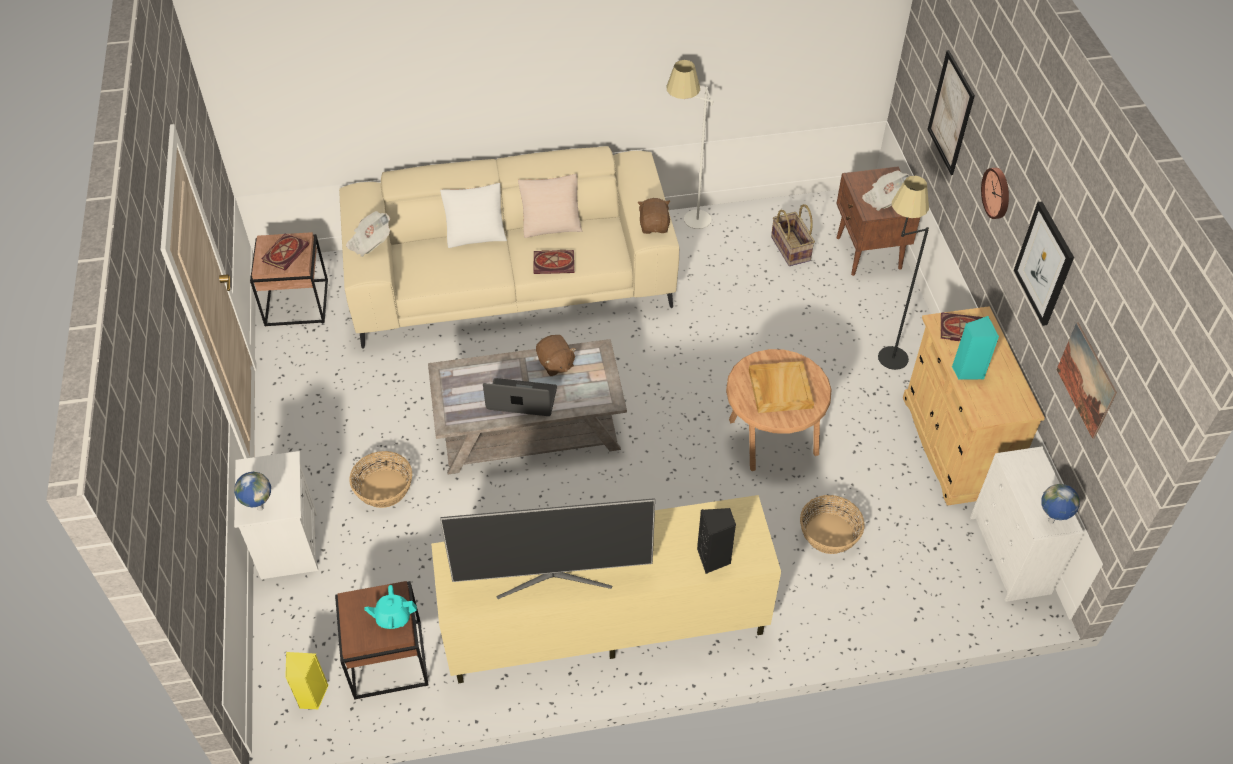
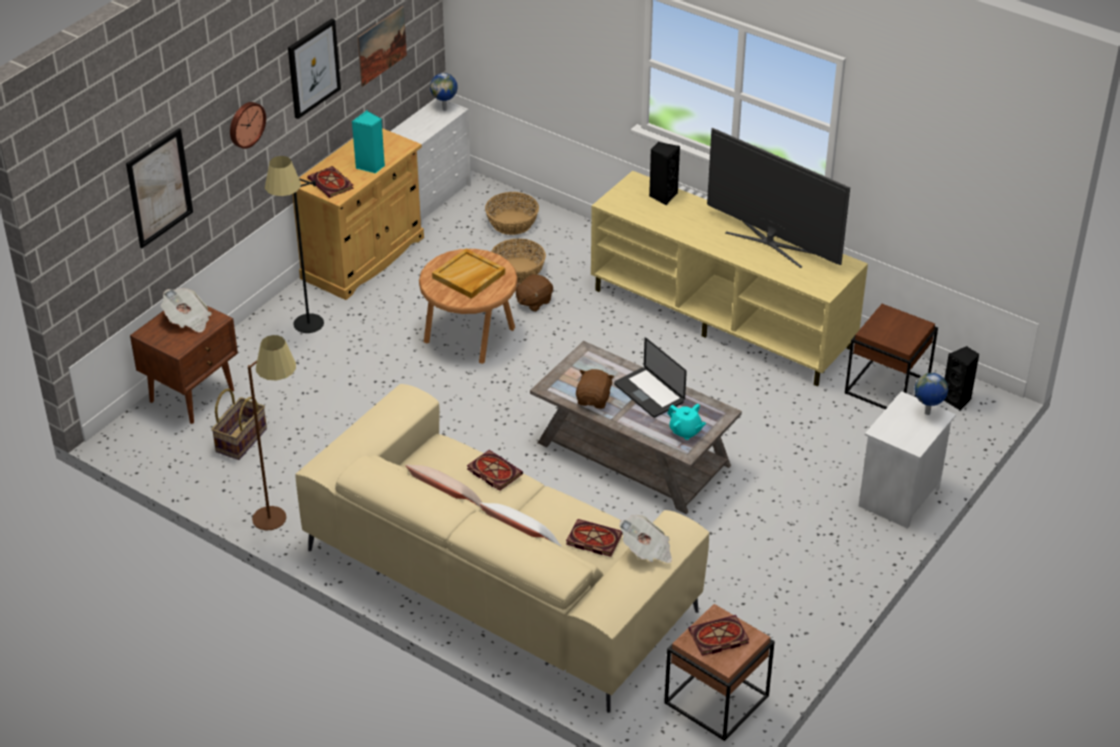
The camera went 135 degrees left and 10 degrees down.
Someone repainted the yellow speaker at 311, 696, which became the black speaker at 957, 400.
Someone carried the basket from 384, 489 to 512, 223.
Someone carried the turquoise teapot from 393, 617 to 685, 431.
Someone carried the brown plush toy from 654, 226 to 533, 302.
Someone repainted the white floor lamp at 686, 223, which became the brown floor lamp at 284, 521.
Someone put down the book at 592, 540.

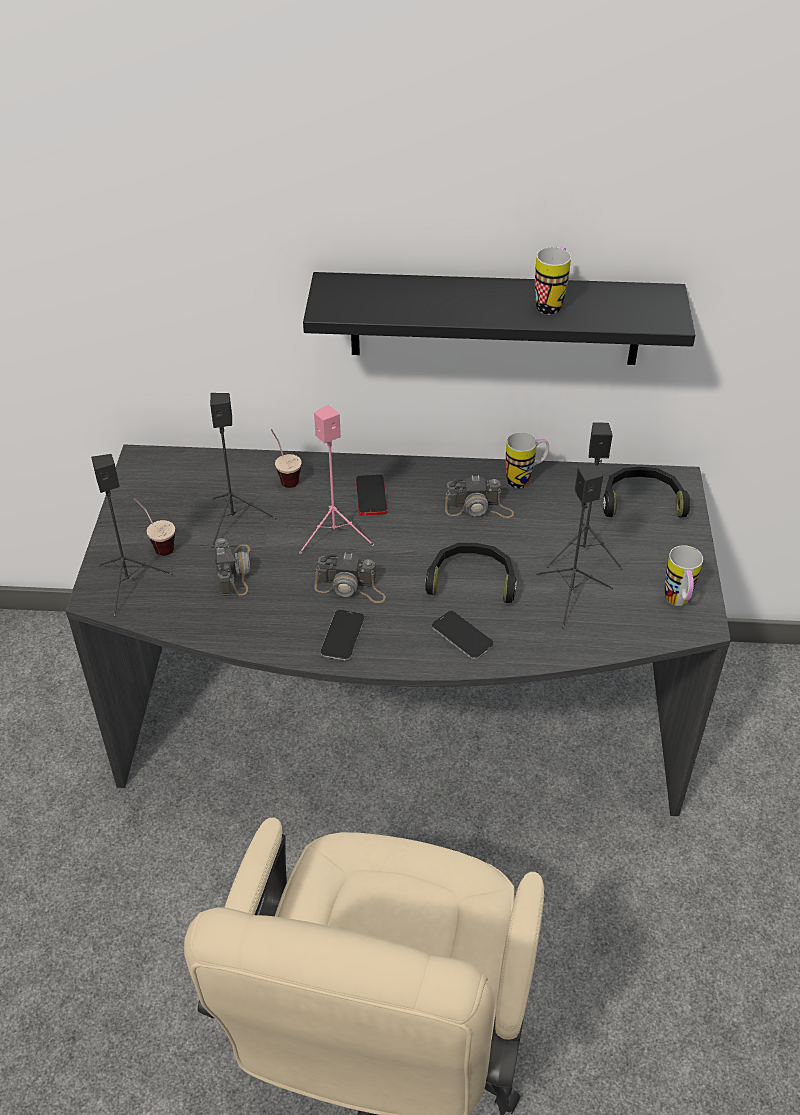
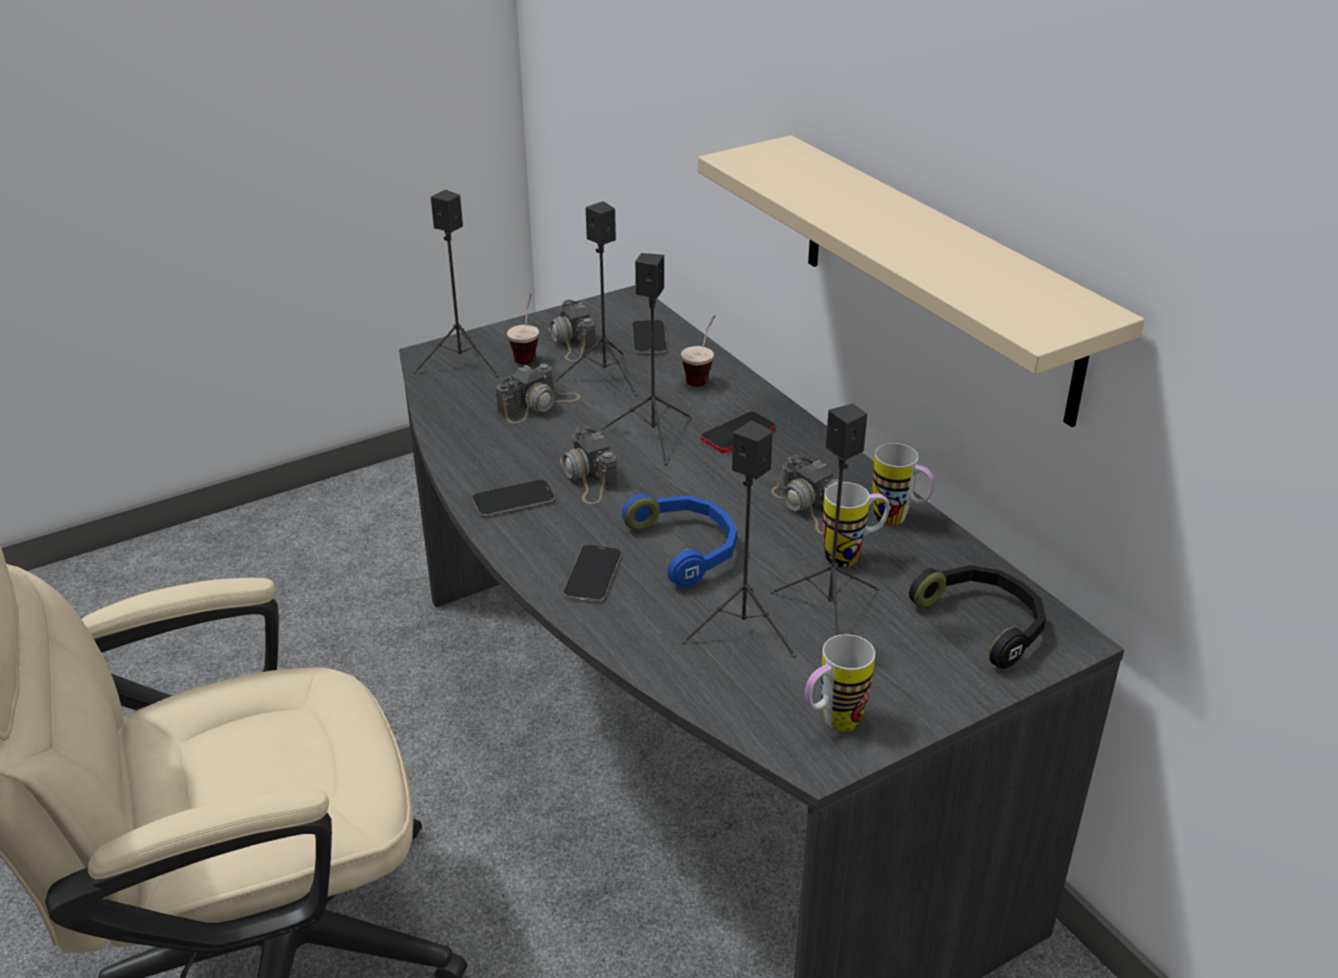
The camera went 55 degrees right and 10 degrees down.
Someone repainted the pink speaker at 333, 534, which became the black speaker at 653, 435.
Someone repainted the black shelf at 495, 318, which became the beige shelf at 937, 276.
Someone repainted the black headphones at 472, 580, which became the blue headphones at 687, 548.
Someone carried the mug from 551, 303 to 852, 556.
Someone put down the photo camera at 571, 341.
Someone put down the phone at 649, 338.

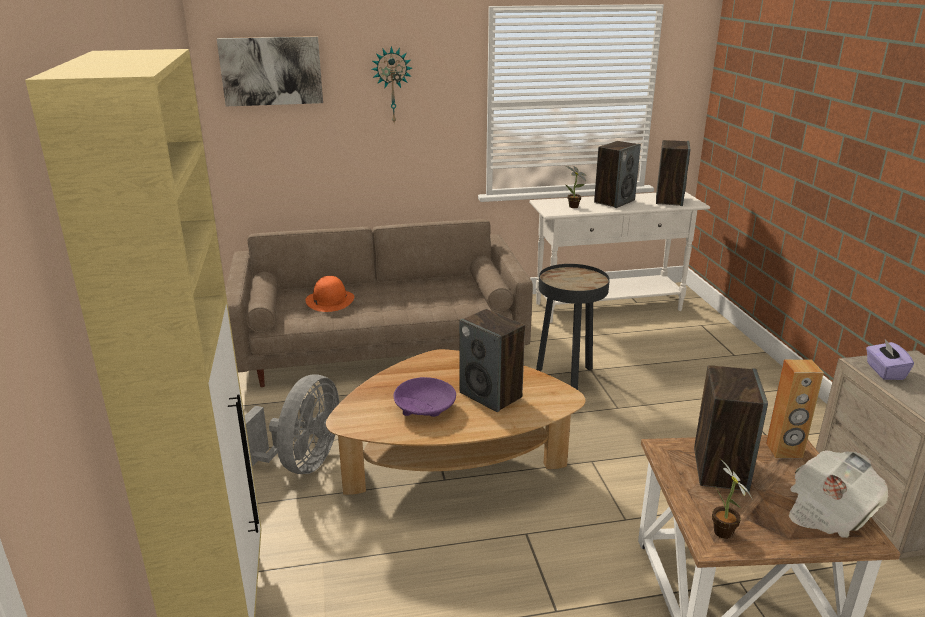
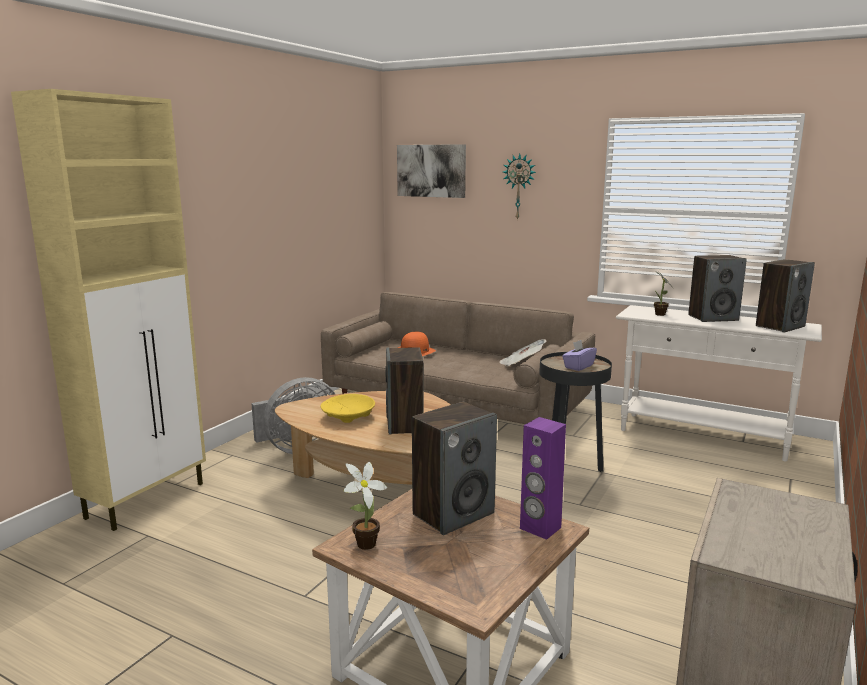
The camera went 40 degrees right and 10 degrees down.
Someone repainted the purple bowl at 425, 408, which became the yellow bowl at 349, 417.
Someone repainted the brown speaker at 784, 450, which became the purple speaker at 540, 528.
Someone carried the newspaper from 828, 511 to 521, 364.
Someone carried the purple tissue box from 884, 371 to 578, 366.

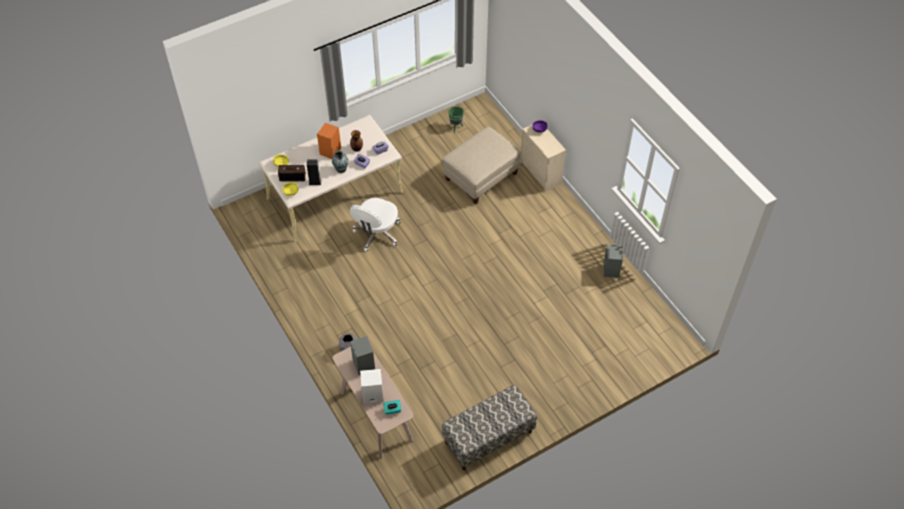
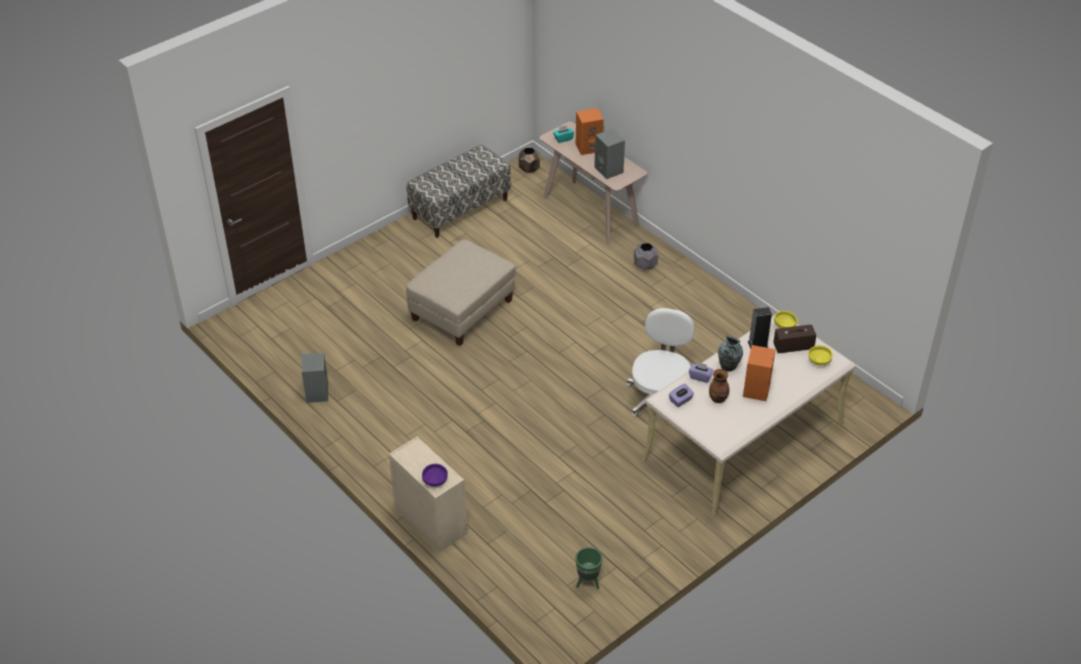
The camera went 170 degrees right and 10 degrees down.
Someone repainted the white speaker at 372, 395, which became the orange speaker at 589, 147.
Someone carried the beige ottoman from 481, 177 to 462, 311.
Someone put down the brown planter at 529, 169.

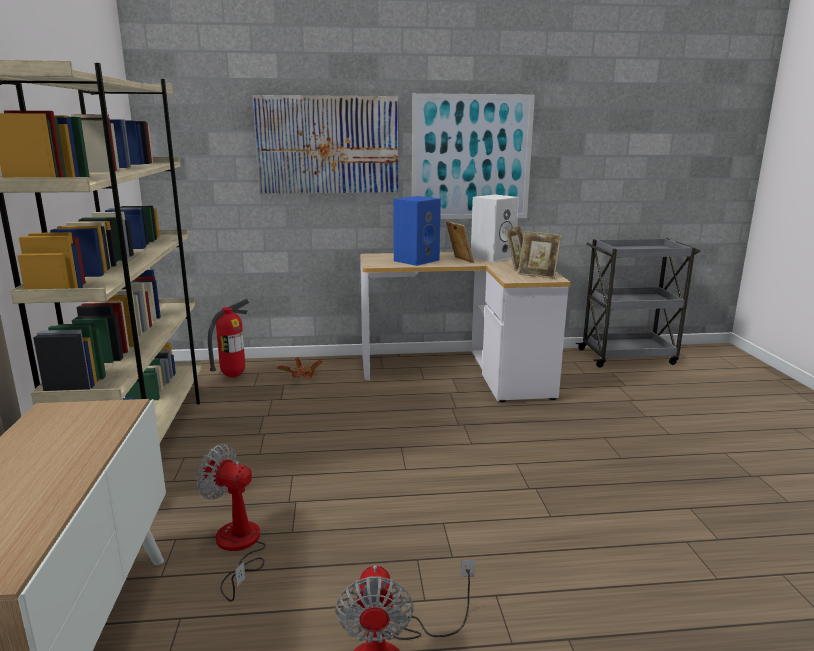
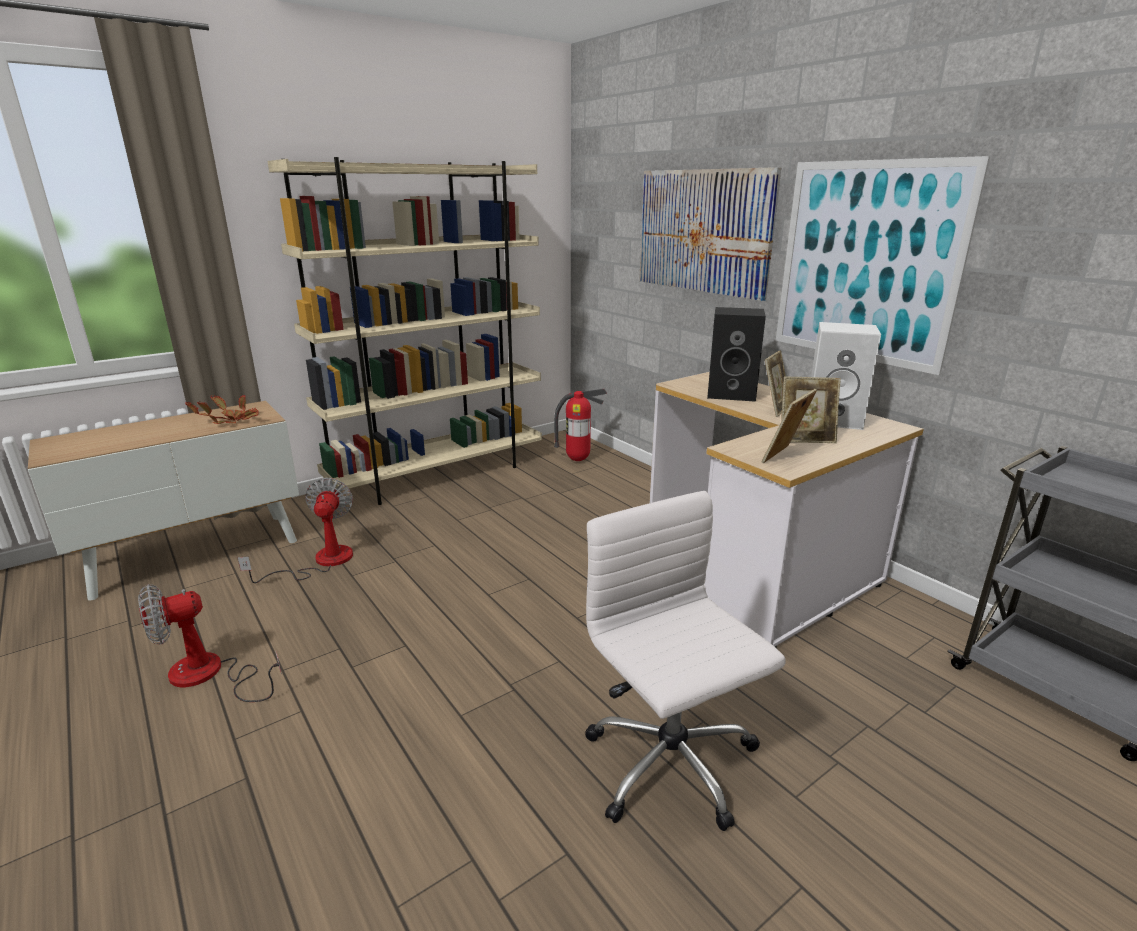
The camera went 60 degrees right and 5 degrees up.
Someone carried the potted plant from 303, 376 to 231, 421.
Someone repainted the blue speaker at 416, 260, which became the black speaker at 732, 393.
Someone rotated the picture frame at 537, 275 by 45 degrees clockwise.
Someone put down the white office chair at 672, 765.

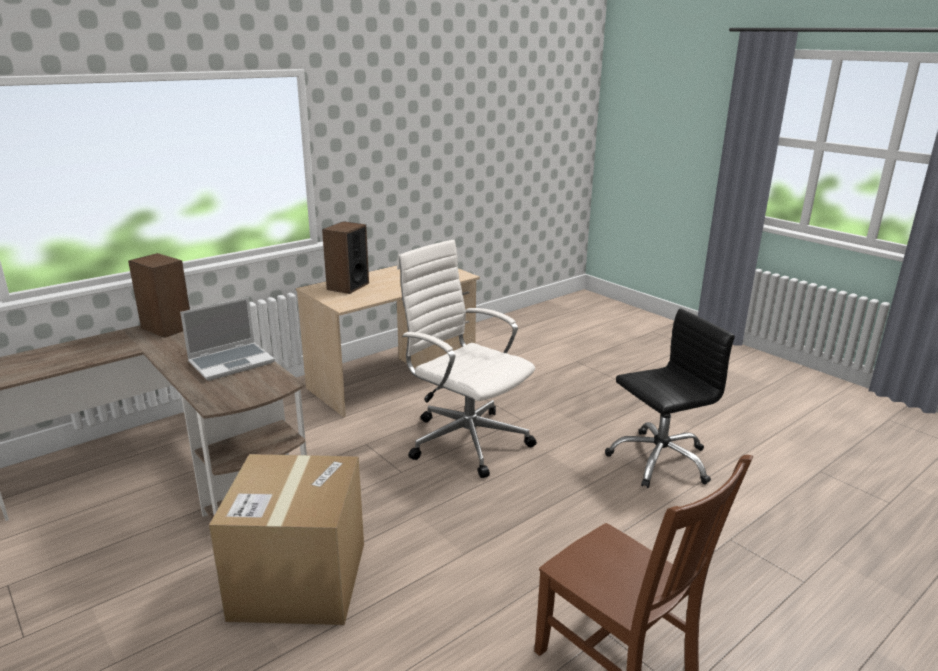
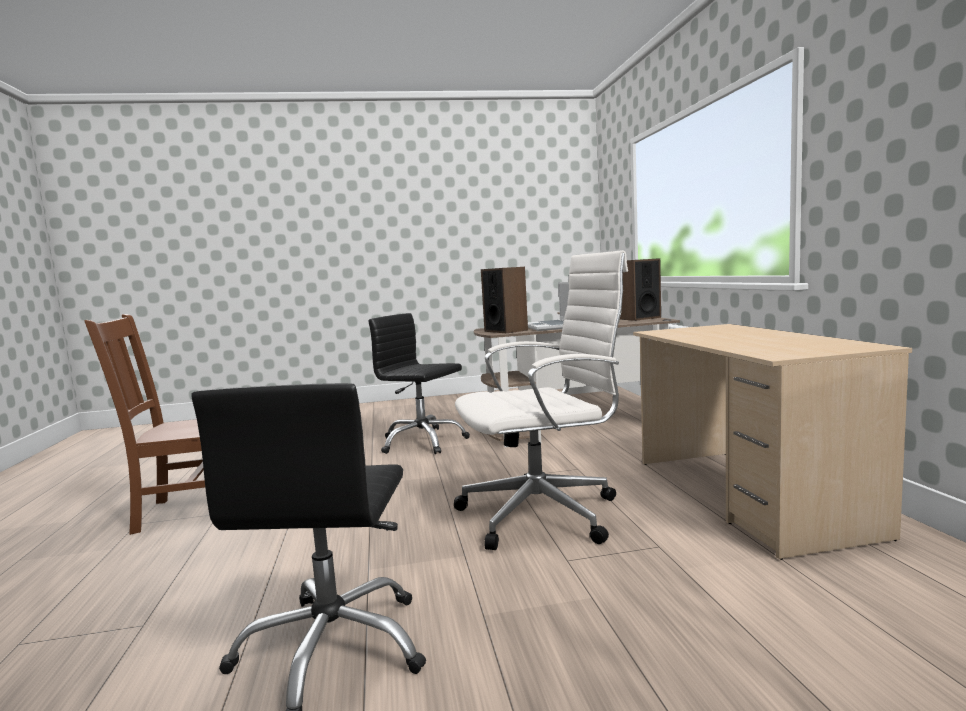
The camera went 120 degrees right and 15 degrees down.
Someone swapped the cardboard box at 299, 580 for the black office chair at 422, 442.
Someone carried the speaker from 347, 286 to 506, 330.

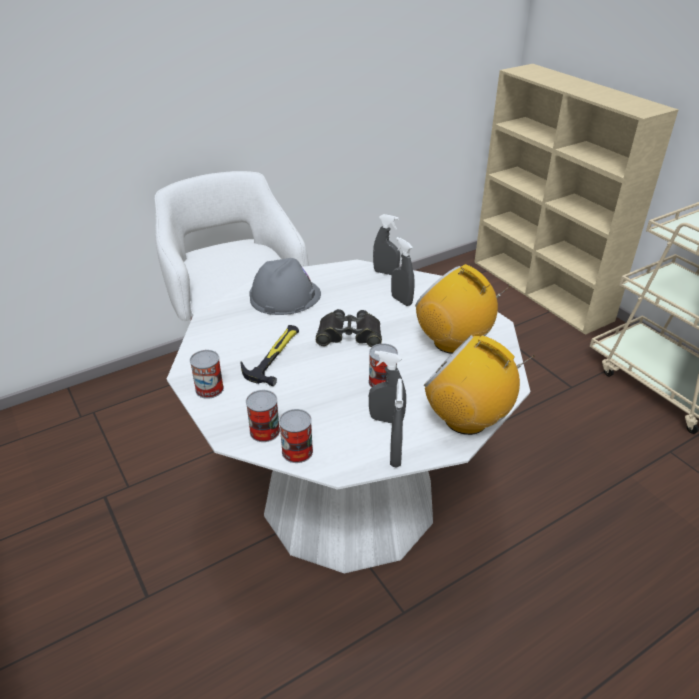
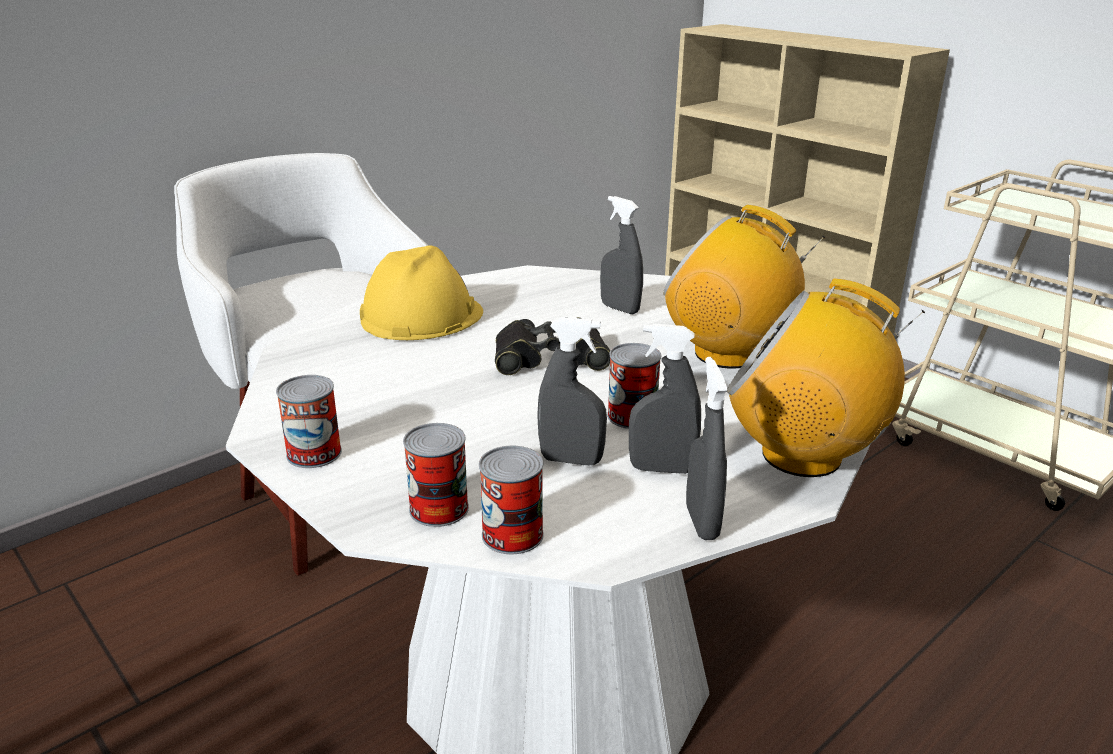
The camera went 10 degrees left and 10 degrees down.
Someone took away the hammer at 274, 355.
Someone repainted the grey hard hat at 285, 296, which became the yellow hard hat at 421, 316.
Someone carried the grey spray bottle from 385, 272 to 571, 460.

